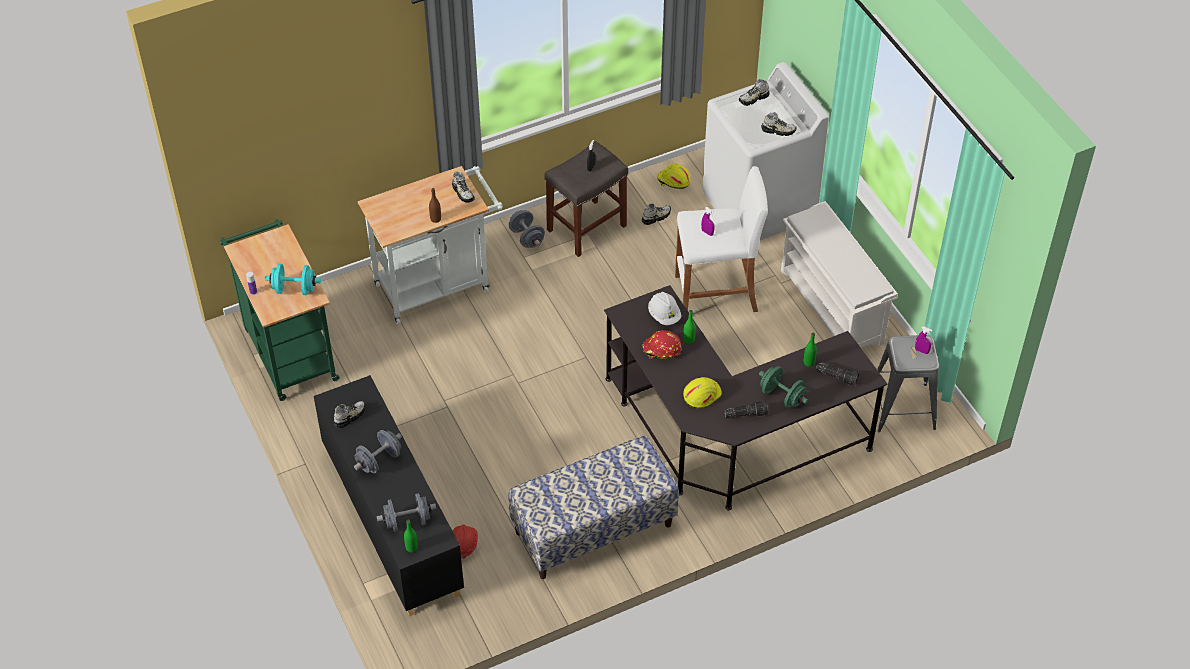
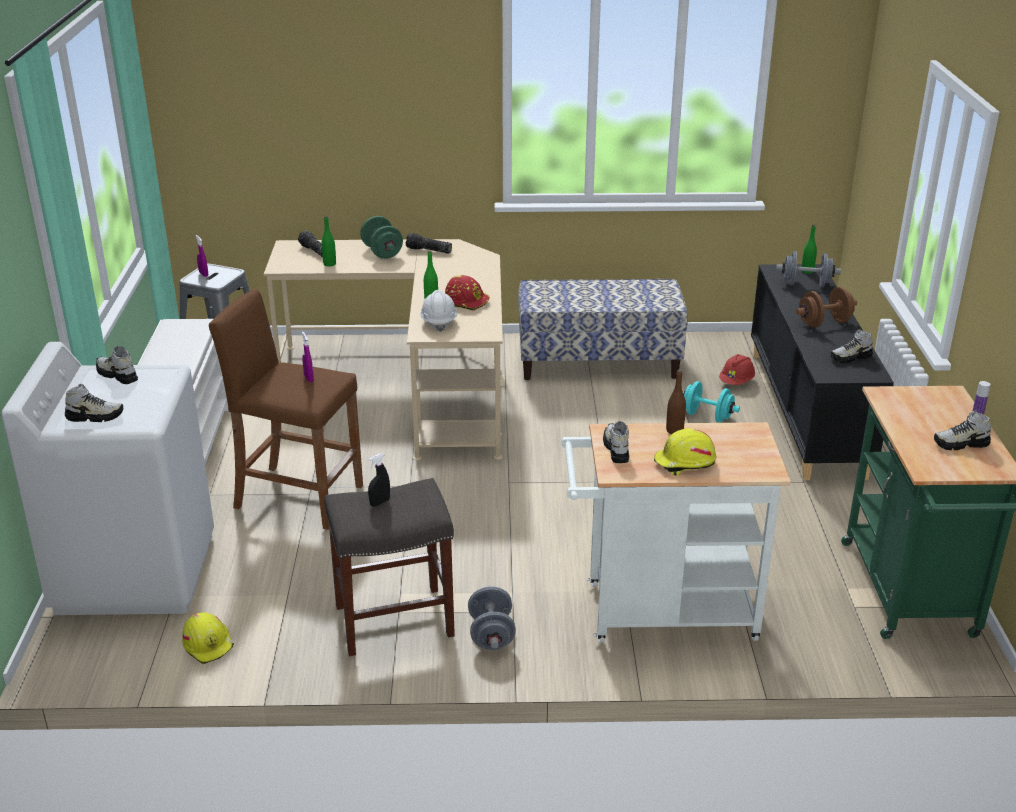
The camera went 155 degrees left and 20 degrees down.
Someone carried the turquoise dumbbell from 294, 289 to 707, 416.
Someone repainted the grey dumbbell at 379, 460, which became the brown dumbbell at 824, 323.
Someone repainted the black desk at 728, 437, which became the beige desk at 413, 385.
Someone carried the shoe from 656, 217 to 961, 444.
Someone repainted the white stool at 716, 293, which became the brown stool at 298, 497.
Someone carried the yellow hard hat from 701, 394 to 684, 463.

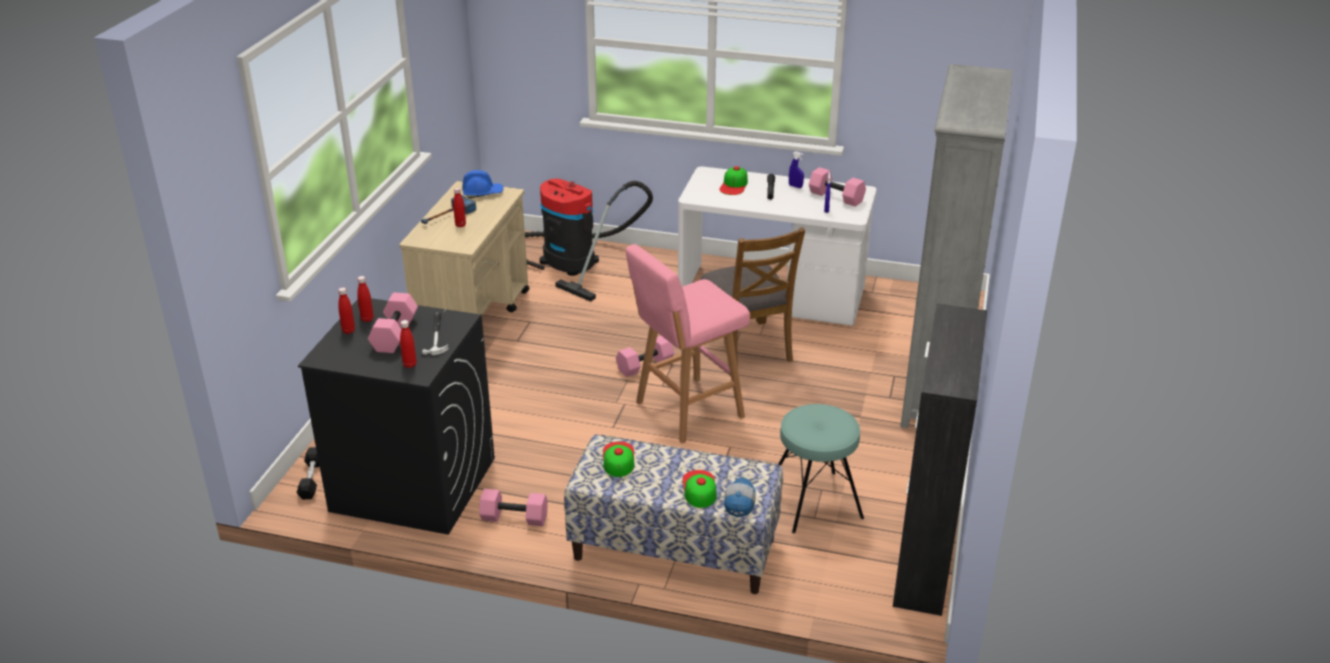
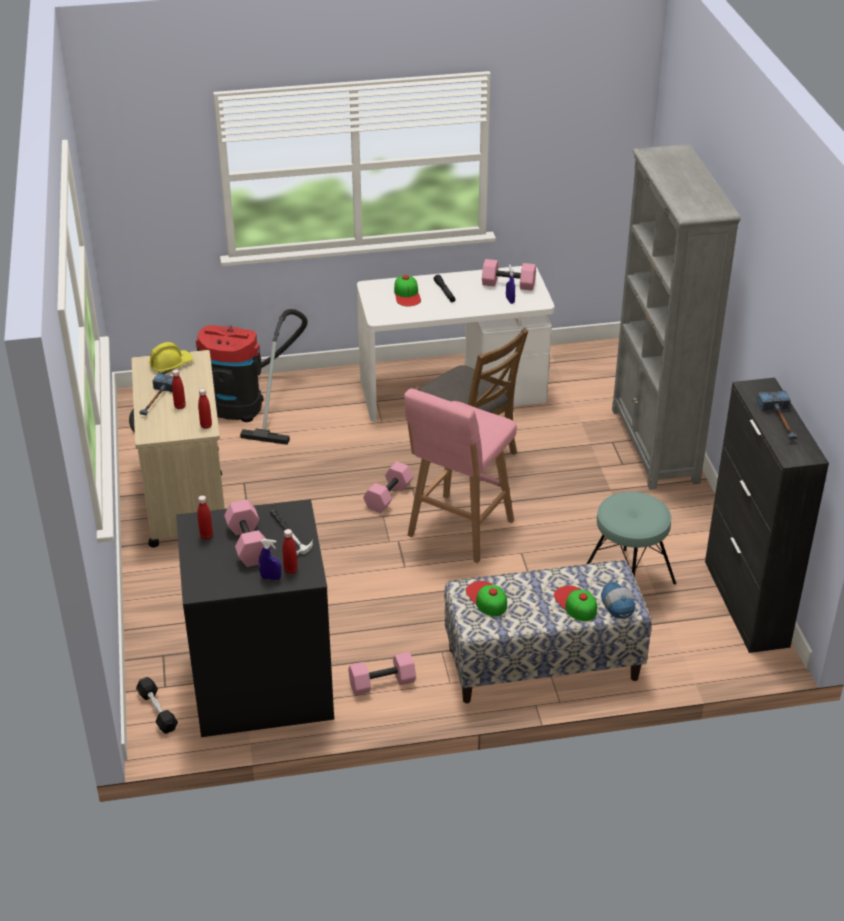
The camera went 25 degrees left and 5 degrees up.
Someone carried the red bottle from 348, 331 to 206, 426.
Someone repainted the blue hard hat at 482, 193, which became the yellow hard hat at 171, 365.
Someone carried the blue spray bottle from 795, 186 to 271, 578.
Someone put down the hammer at 781, 421.

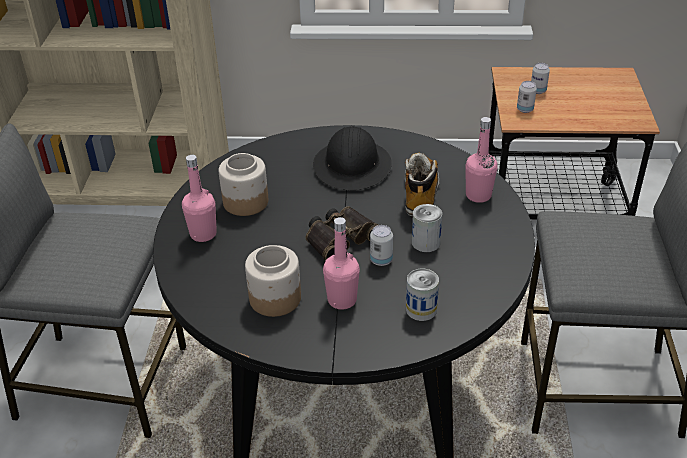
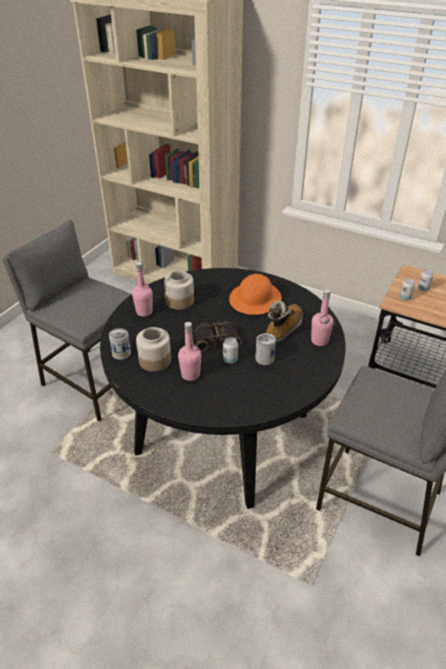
The camera went 25 degrees right and 0 degrees up.
Someone repainted the black hard hat at 352, 166, which became the orange hard hat at 255, 299.
Someone carried the can from 421, 309 to 121, 353.

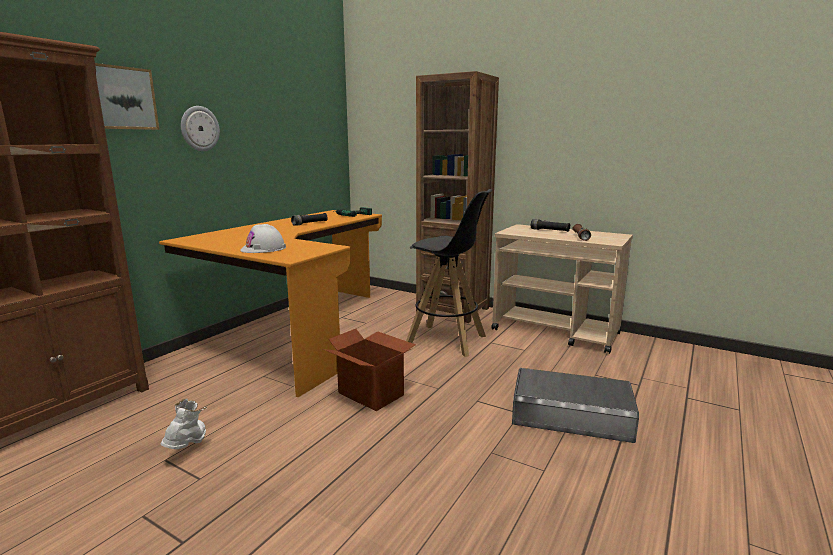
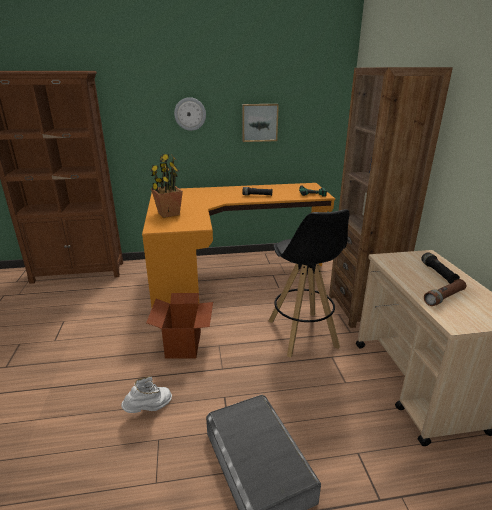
The camera went 50 degrees right and 10 degrees up.
Someone carried the picture from 122, 98 to 259, 122.
Someone carried the white boot from 188, 448 to 149, 409.
Someone swapped the white hard hat at 263, 248 for the potted plant at 168, 214.

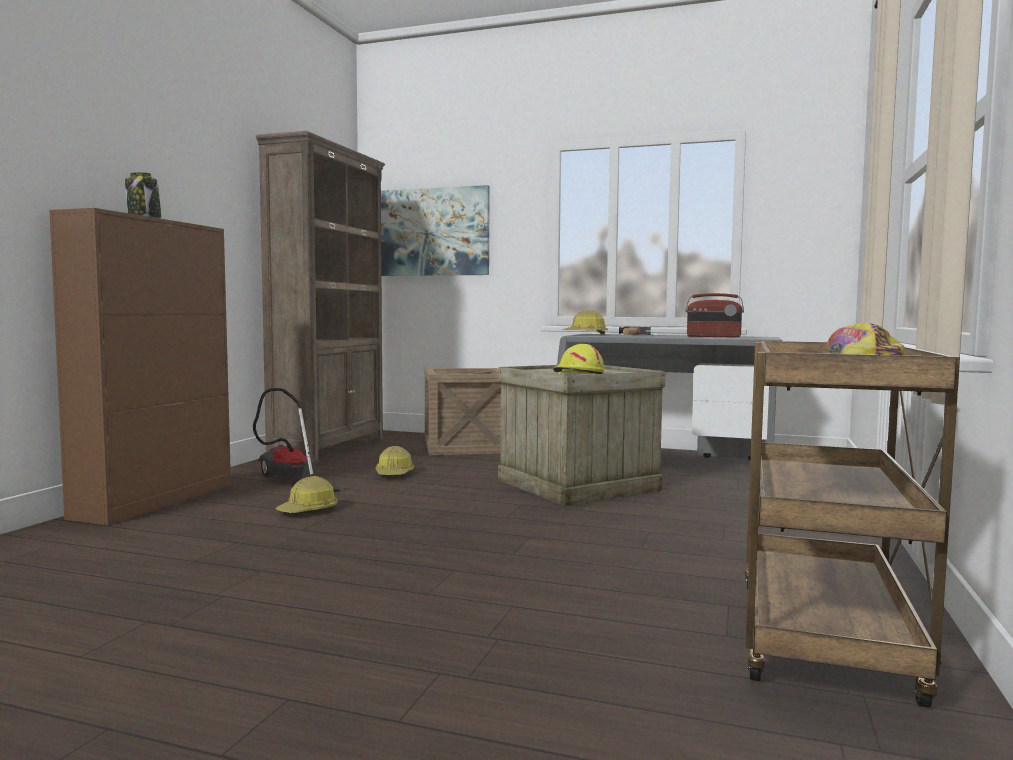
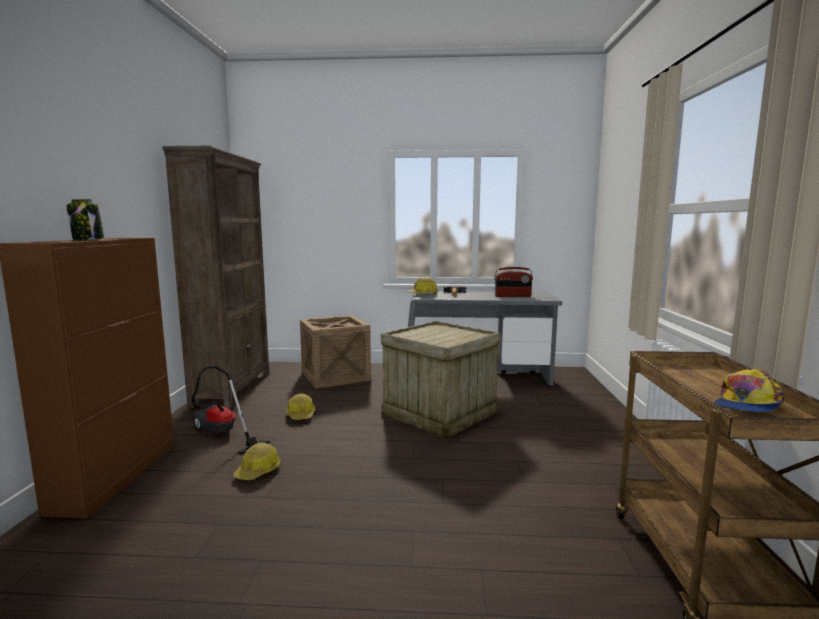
The camera went 15 degrees left and 5 degrees up.
Someone took away the picture at 429, 232.
Someone took away the yellow hard hat at 577, 374.

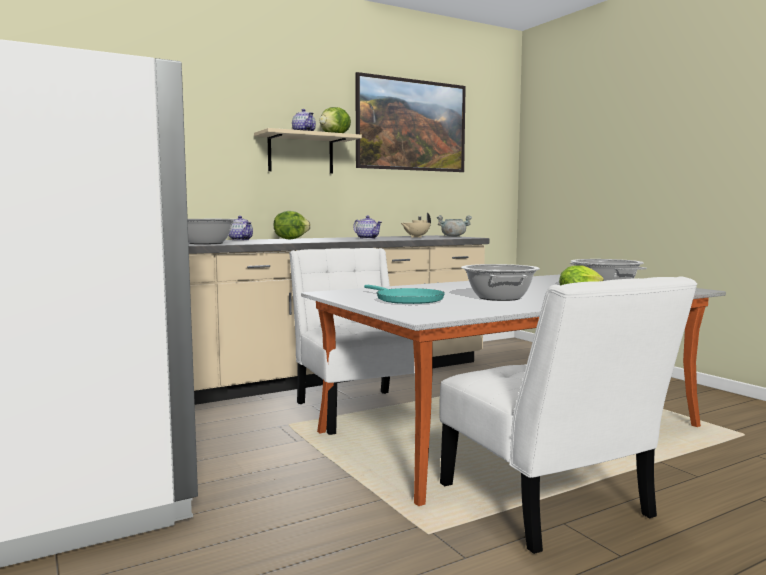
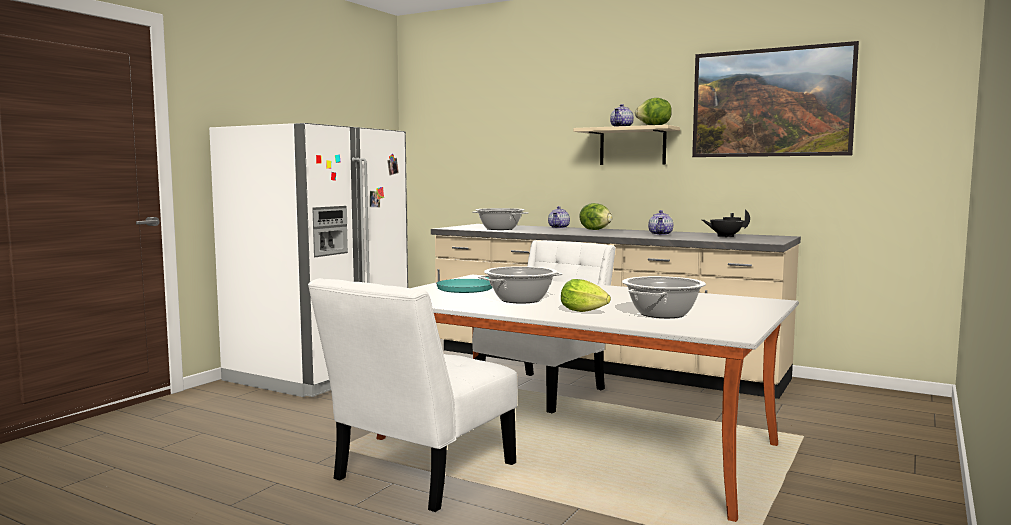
The camera went 60 degrees right and 0 degrees up.
Someone repainted the beige teapot at 416, 237, which became the black teapot at 725, 236.
Someone took away the grey cooking pot at 453, 236.

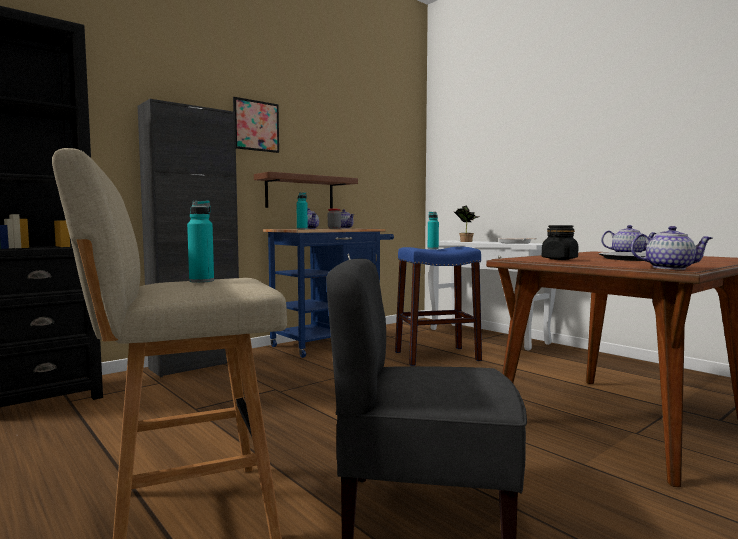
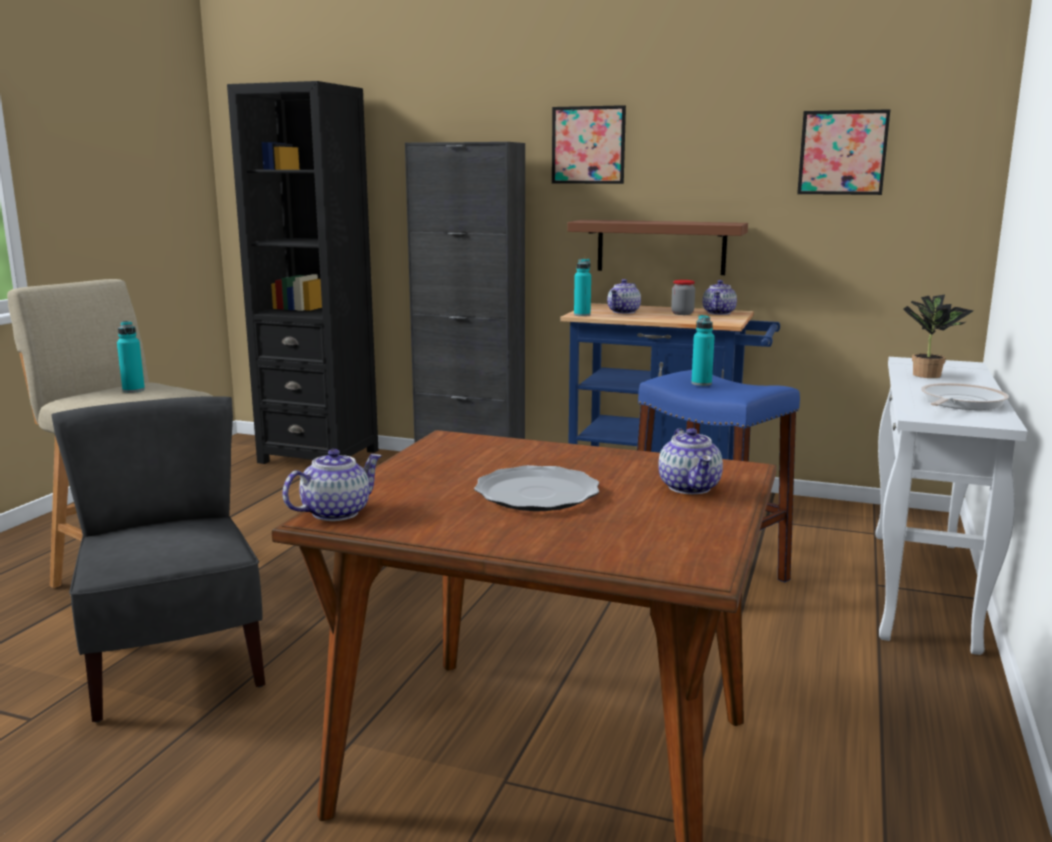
The camera went 60 degrees right and 10 degrees up.
Someone took away the black jar at 559, 259.
Someone rotated the teapot at 669, 268 by 120 degrees counterclockwise.
Someone put up the picture at 842, 152.

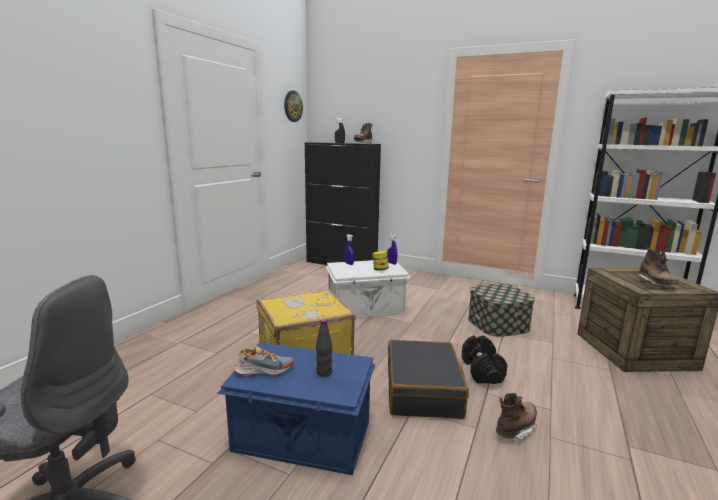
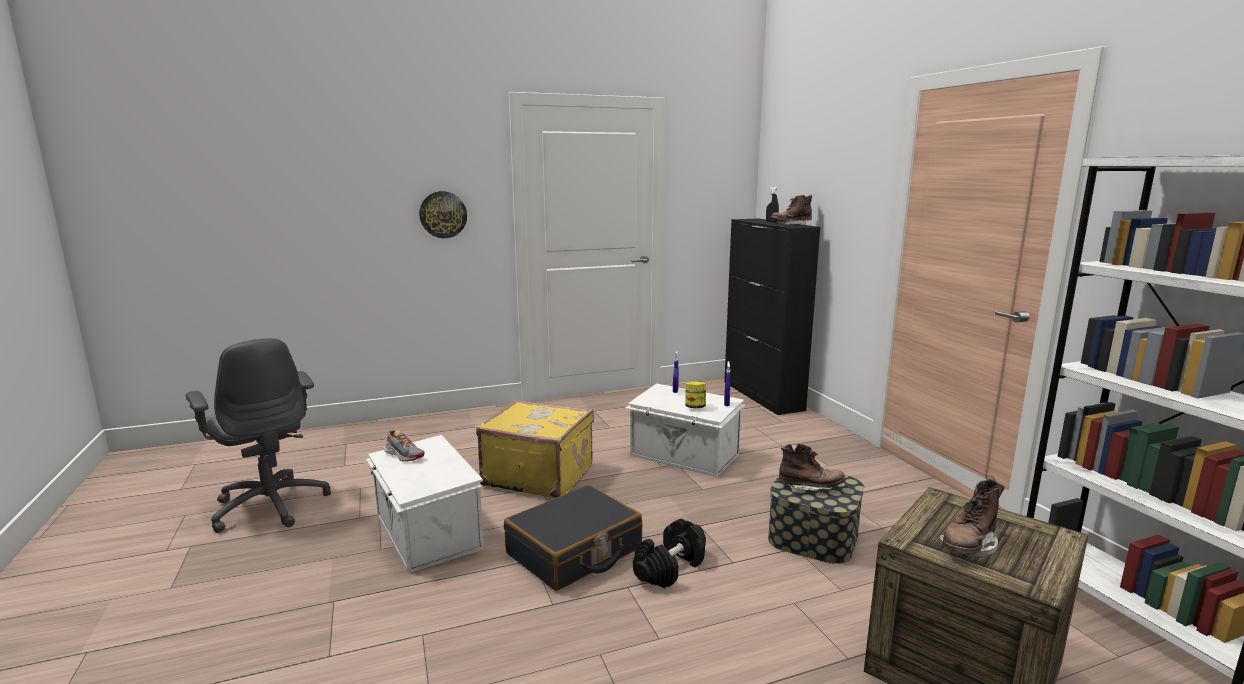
The camera went 45 degrees right and 0 degrees up.
Someone repainted the blue storage box at 303, 437, which became the white storage box at 426, 533.
Someone carried the wall clock from 292, 106 to 443, 214.
Someone took away the black bottle at 324, 372.
Someone carried the brown boot from 515, 429 to 810, 487.

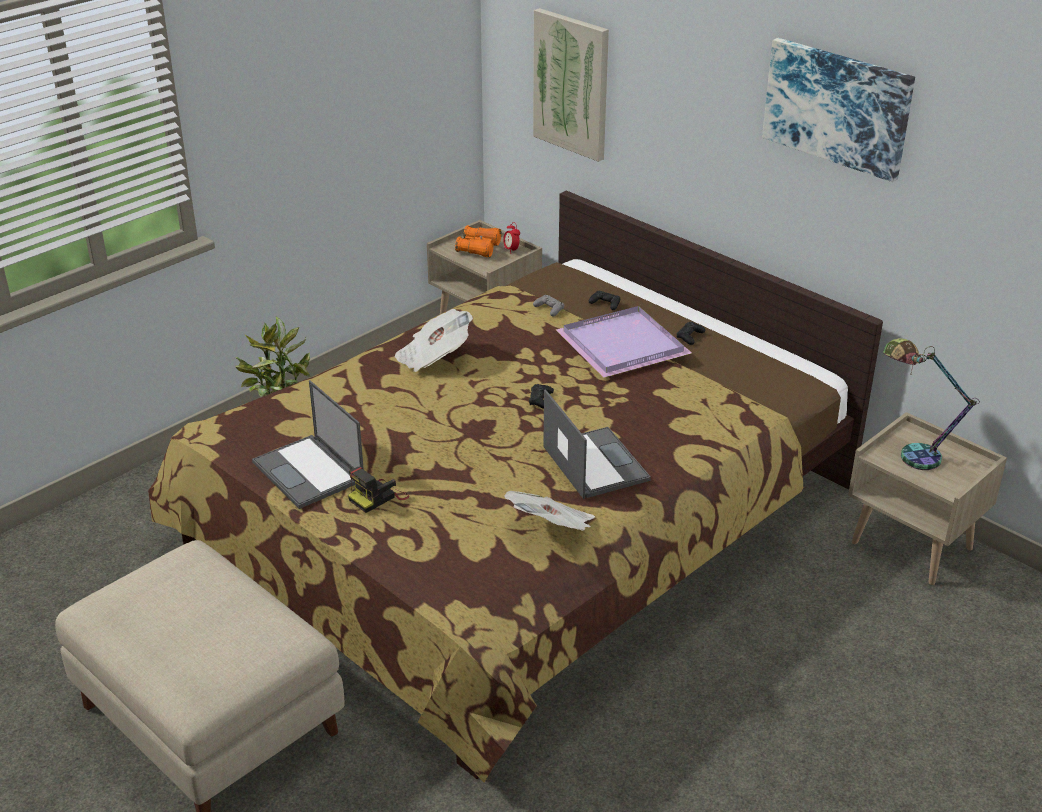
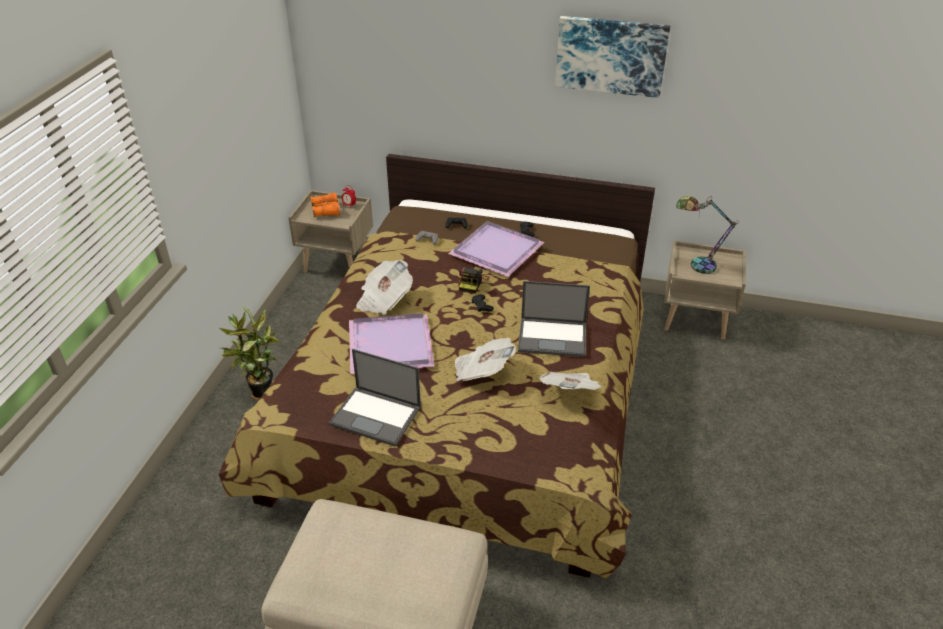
The camera went 30 degrees left and 5 degrees up.
Someone carried the photo camera from 378, 497 to 472, 283.
Someone took away the picture at 572, 84.
Someone rotated the laptop at 594, 463 by 150 degrees clockwise.
Someone put down the purple tray at 392, 344.
Someone put down the newspaper at 482, 371.

